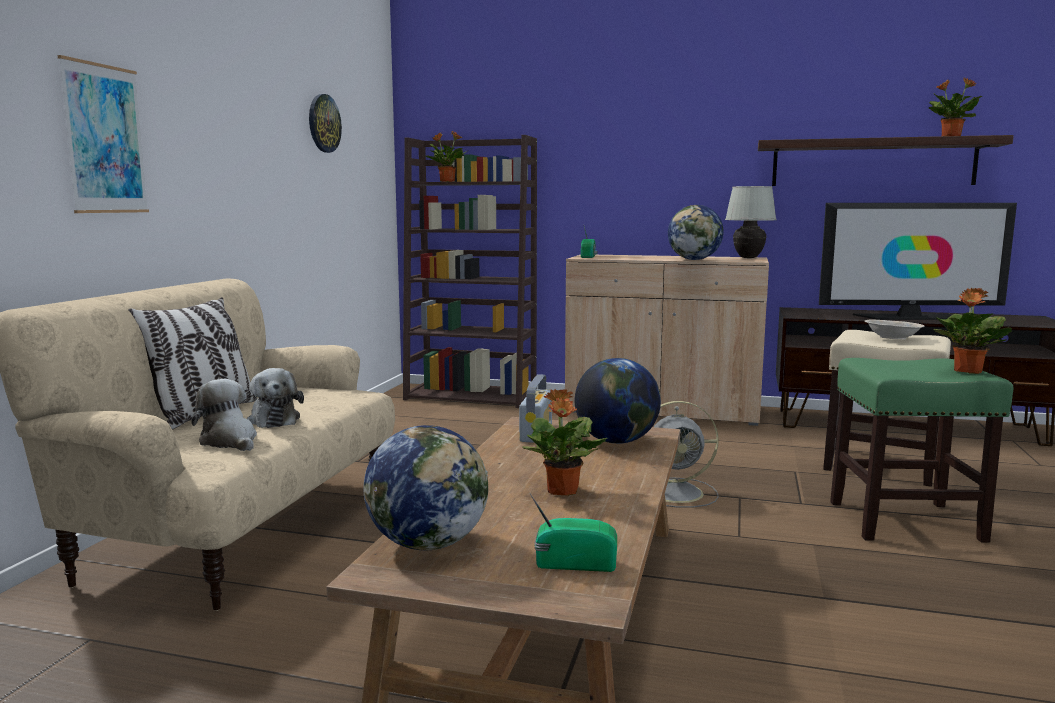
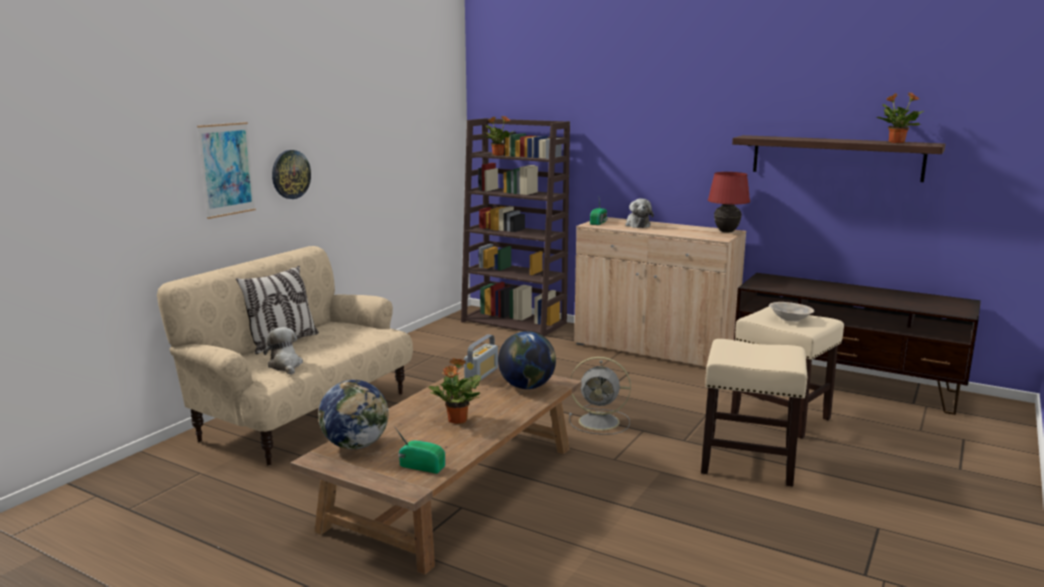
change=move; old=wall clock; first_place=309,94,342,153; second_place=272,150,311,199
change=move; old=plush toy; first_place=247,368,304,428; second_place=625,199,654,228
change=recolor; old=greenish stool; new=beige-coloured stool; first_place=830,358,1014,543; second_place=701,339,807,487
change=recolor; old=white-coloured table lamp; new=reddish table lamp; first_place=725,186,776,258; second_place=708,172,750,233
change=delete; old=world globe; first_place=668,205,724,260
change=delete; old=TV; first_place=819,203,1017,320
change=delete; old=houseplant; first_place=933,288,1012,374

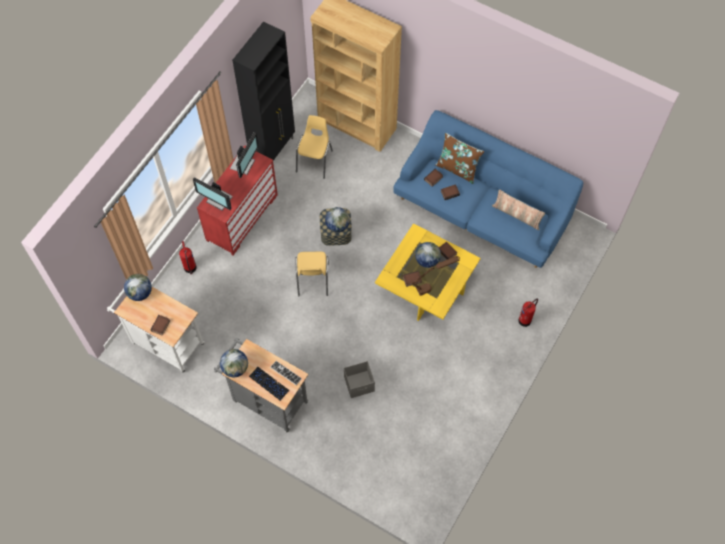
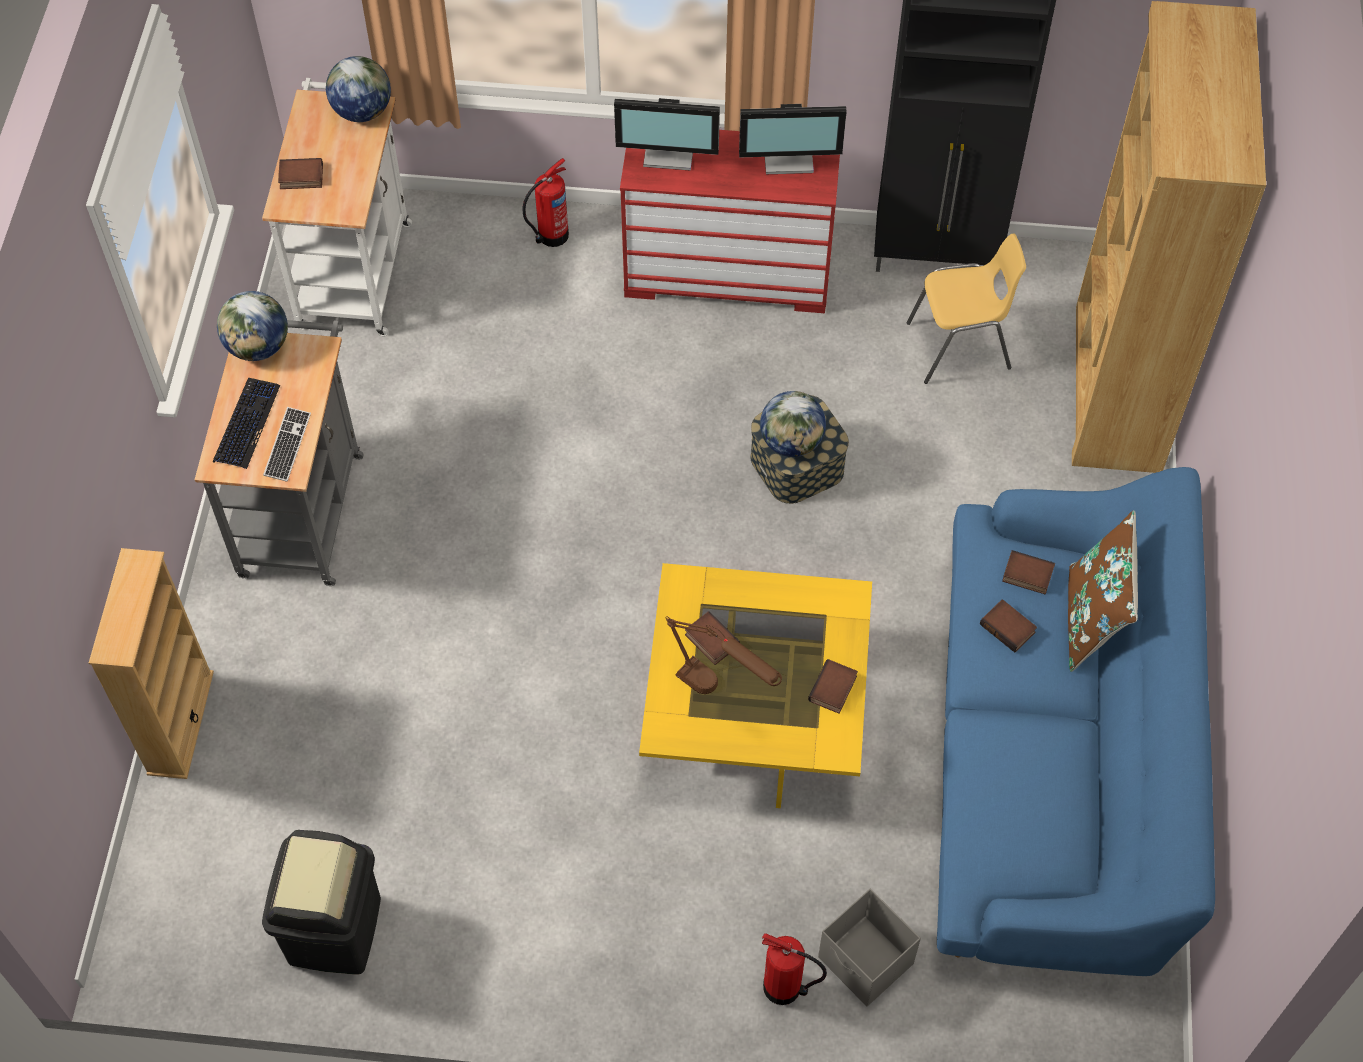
change=insert; new=beige-coloured shelving unit; second_place=89,548,214,779
change=insert; new=black-coloured trash can; second_place=262,830,381,975
change=rotate; old=monitor; first_place=193,177,233,210; second_place=614,98,720,171; degrees=-90
change=move; old=gray storage container; first_place=344,361,375,398; second_place=818,889,921,1006
change=delete; old=yellowish plain chair; first_place=295,252,329,297
change=delete; old=world globe; first_place=415,242,441,268
change=delete; old=pillow; first_place=492,190,545,230

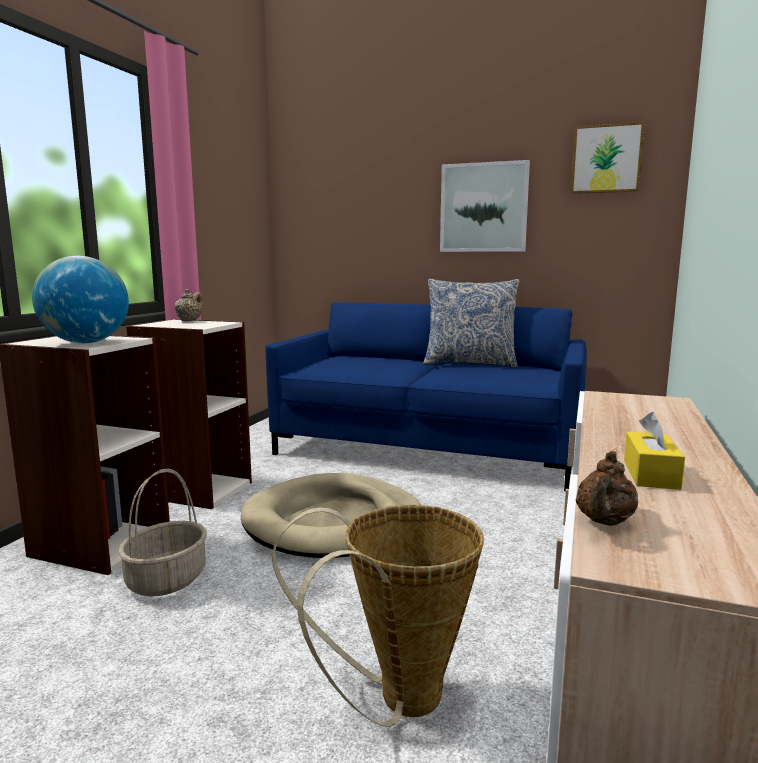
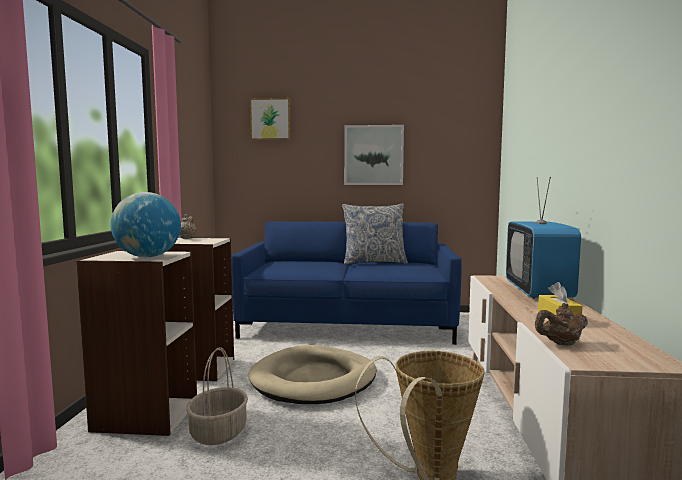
change=move; old=wall art; first_place=571,122,645,194; second_place=250,98,291,140
change=insert; new=TV; second_place=506,177,581,299
change=rotate; old=brown pot for tea; first_place=576,451,638,526; second_place=535,303,588,346; degrees=60

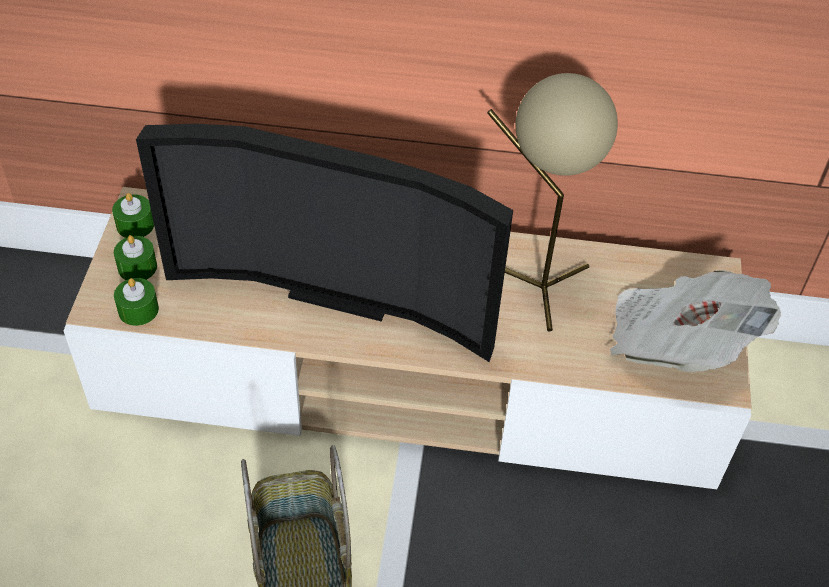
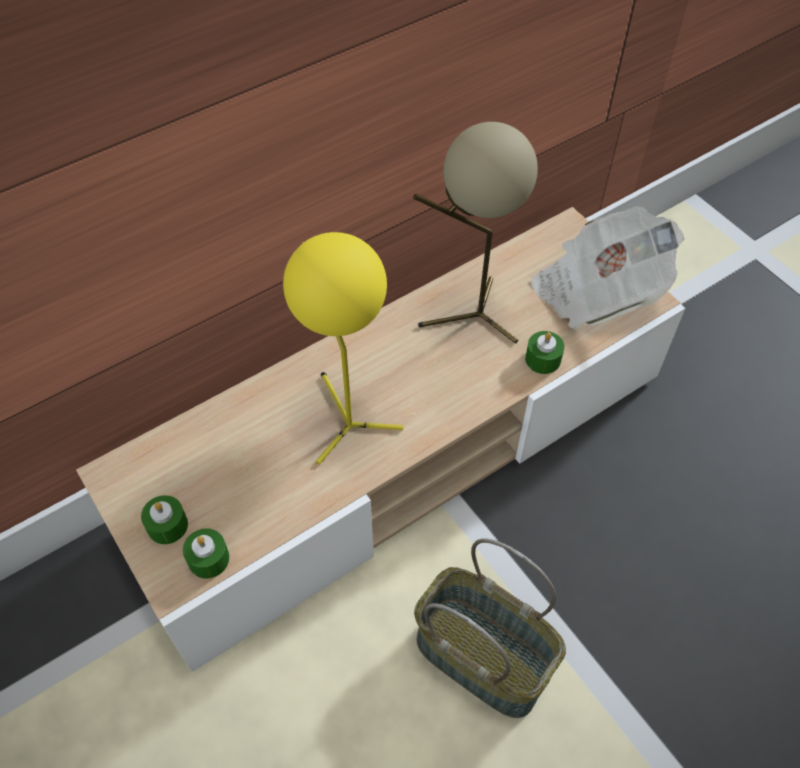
change=replace; old=TV; new=yellowish table lamp; first_place=136,124,513,362; second_place=283,232,403,465
change=move; old=greenish candle; first_place=112,193,154,238; second_place=525,331,564,374

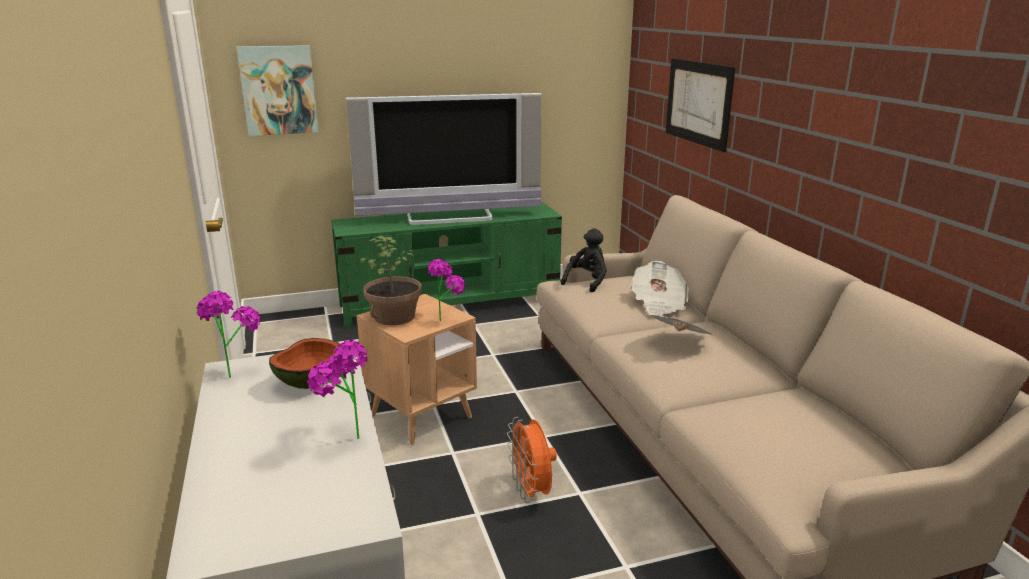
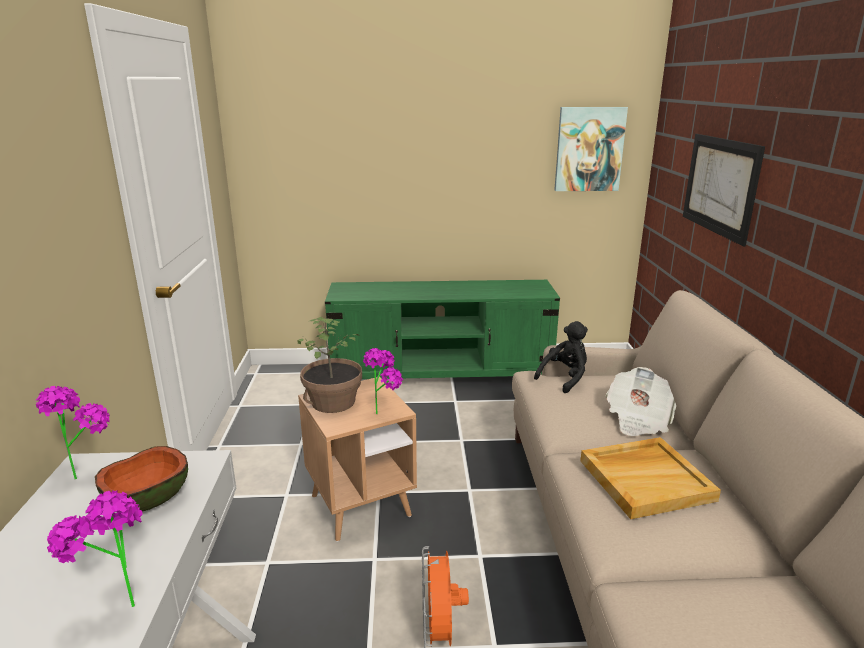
change=move; old=wall art; first_place=237,45,319,136; second_place=554,107,628,191
change=replace; old=newspaper; new=beige-coloured carrying tray; first_place=646,314,712,335; second_place=580,437,721,519
change=delete; old=TV; first_place=345,93,542,225

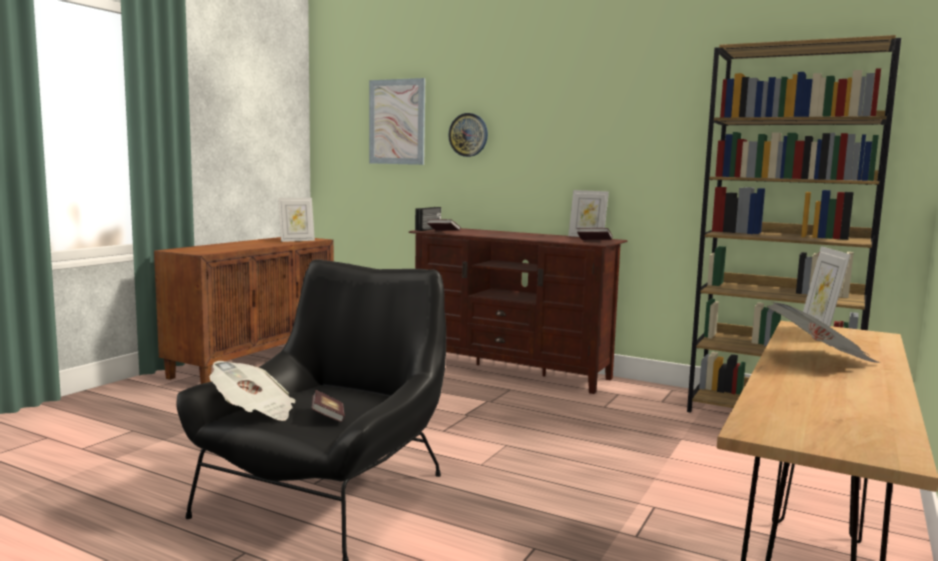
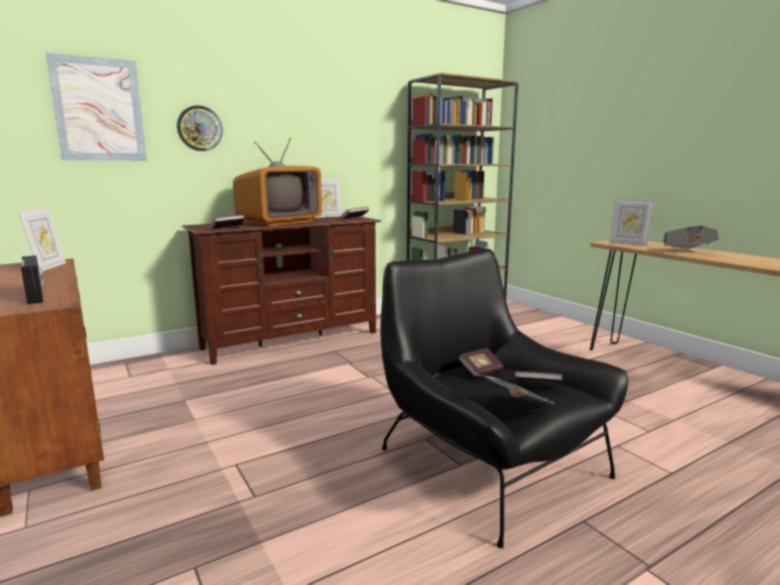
change=move; old=radio receiver; first_place=415,207,441,231; second_place=21,255,44,304
change=insert; new=TV; second_place=233,138,322,226
change=insert; new=bound book; second_place=458,348,503,377

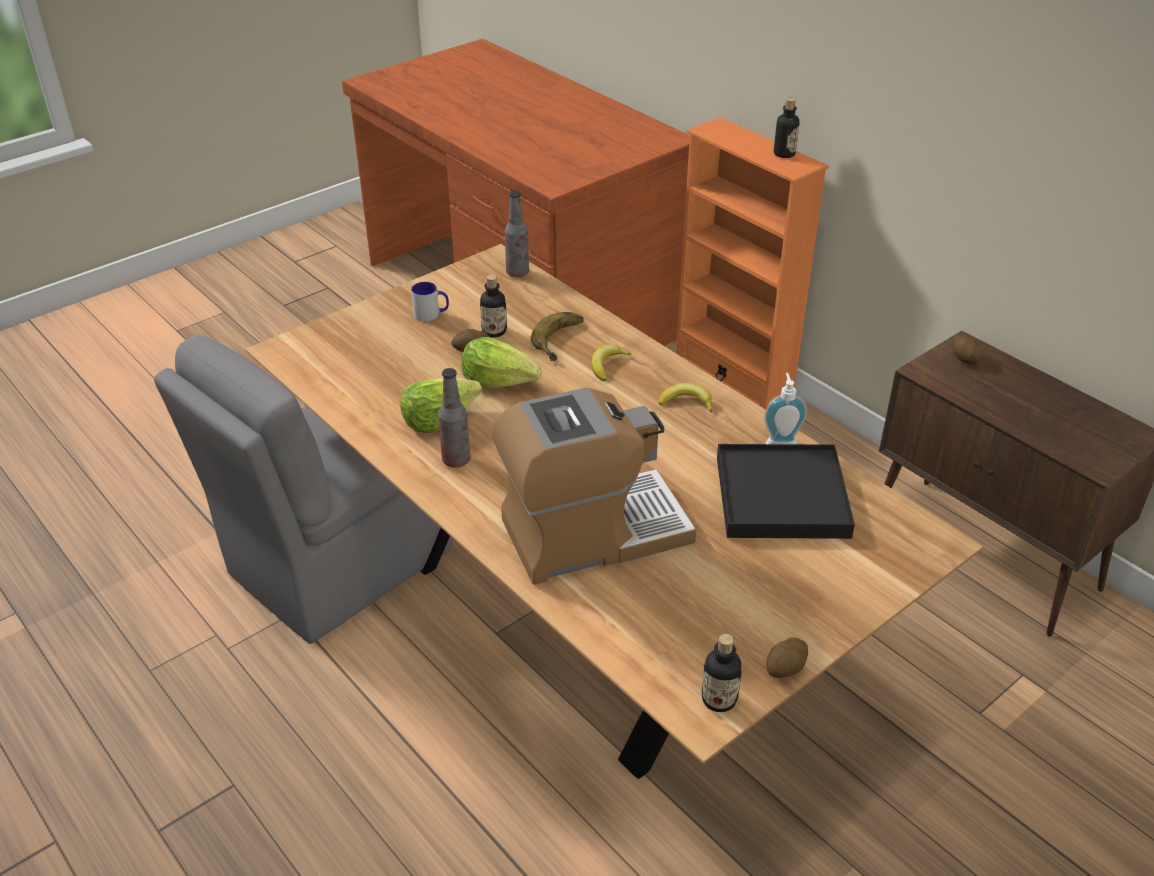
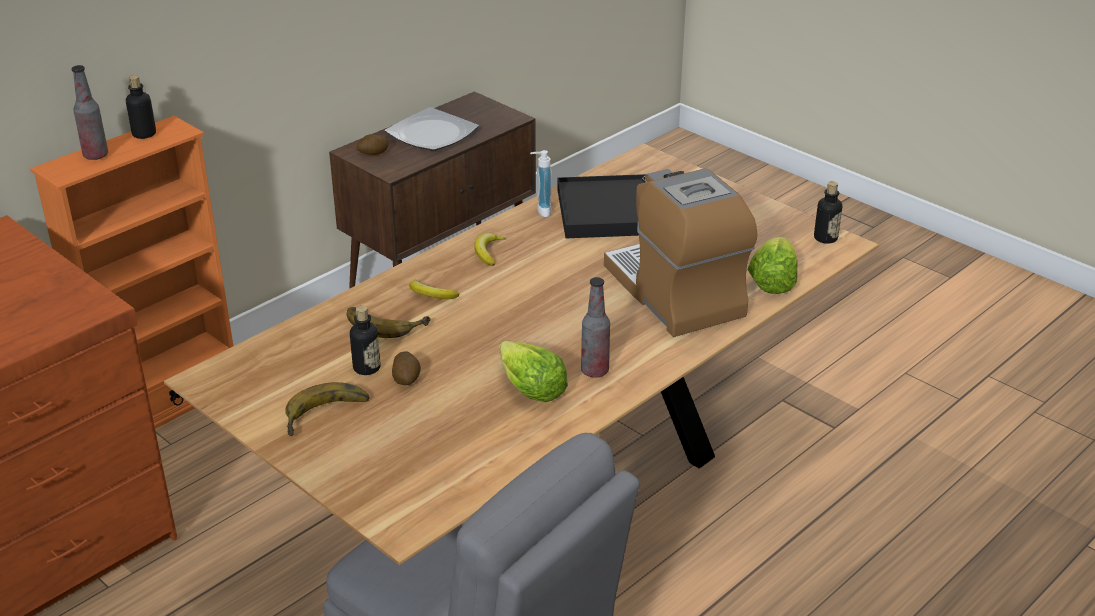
change=move; old=bottle; first_place=505,190,529,277; second_place=72,65,108,160
change=replace; old=tea mug; new=banana; first_place=411,282,449,322; second_place=285,382,370,436
change=insert; new=plate; second_place=385,107,479,151
change=move; old=head of lettuce; first_place=461,337,542,387; second_place=747,237,798,294
change=delete; old=potato; first_place=766,637,808,678

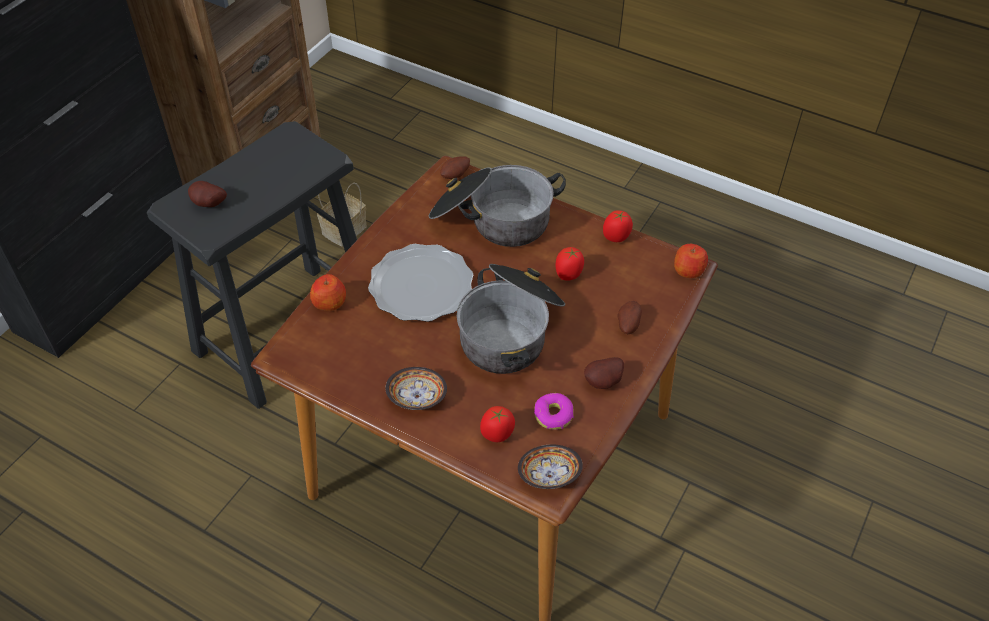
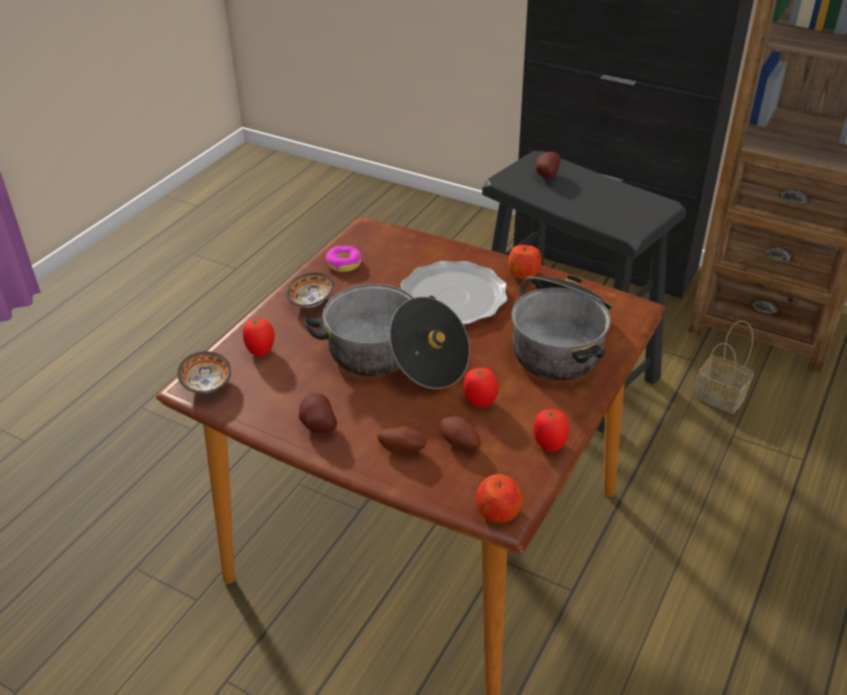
change=move; old=doughnut; first_place=534,393,574,430; second_place=326,246,361,272
change=move; old=potato; first_place=440,156,470,179; second_place=440,416,481,450
change=move; old=apple; first_place=310,274,346,311; second_place=508,244,542,279

